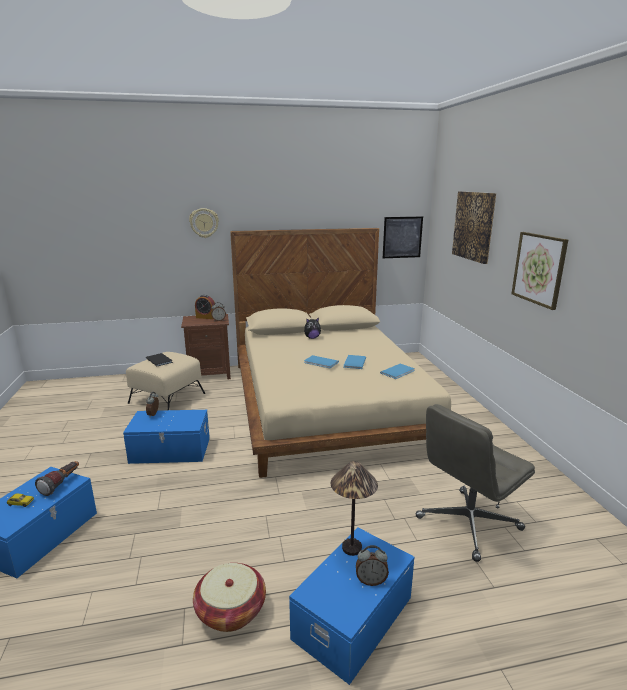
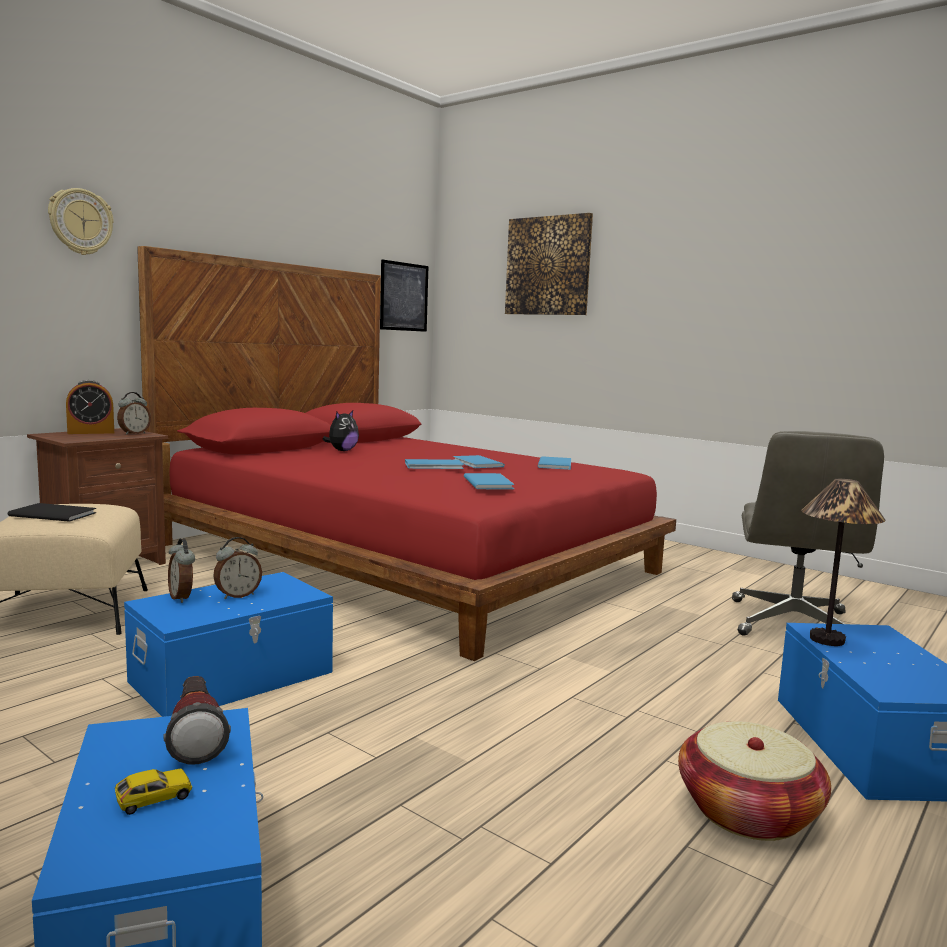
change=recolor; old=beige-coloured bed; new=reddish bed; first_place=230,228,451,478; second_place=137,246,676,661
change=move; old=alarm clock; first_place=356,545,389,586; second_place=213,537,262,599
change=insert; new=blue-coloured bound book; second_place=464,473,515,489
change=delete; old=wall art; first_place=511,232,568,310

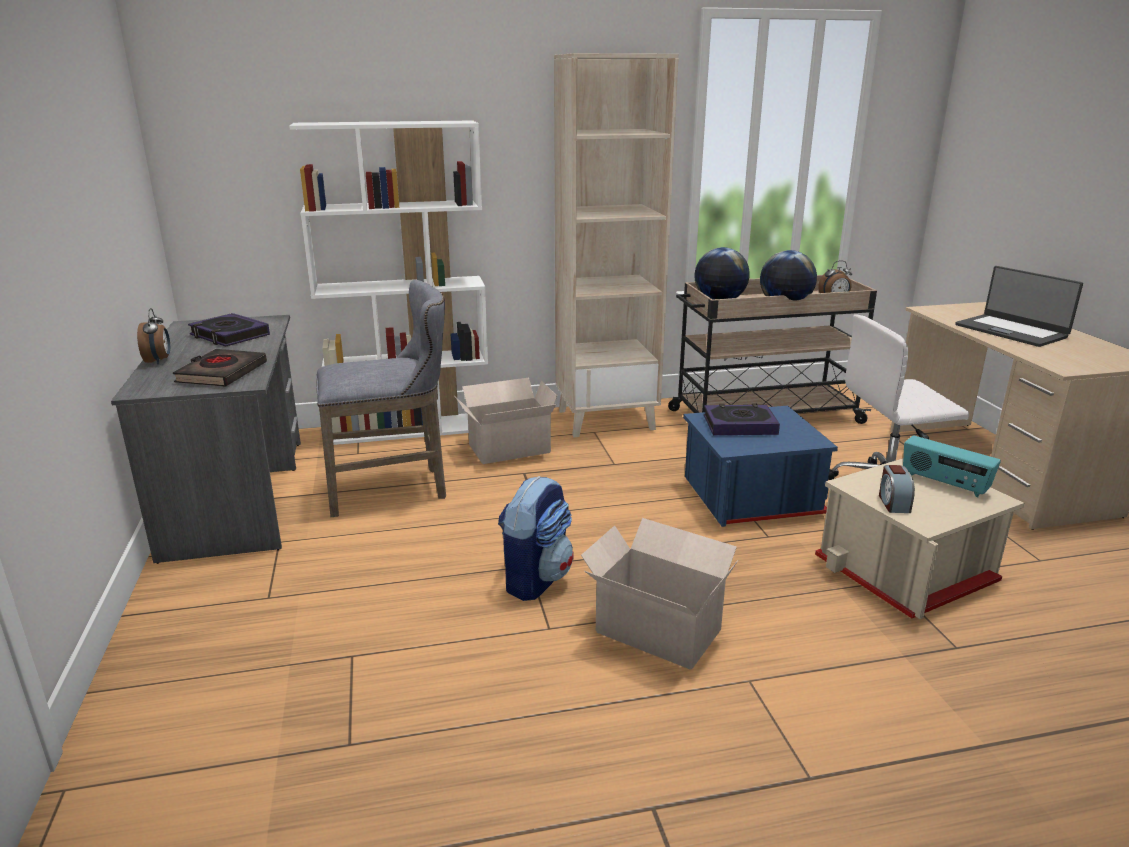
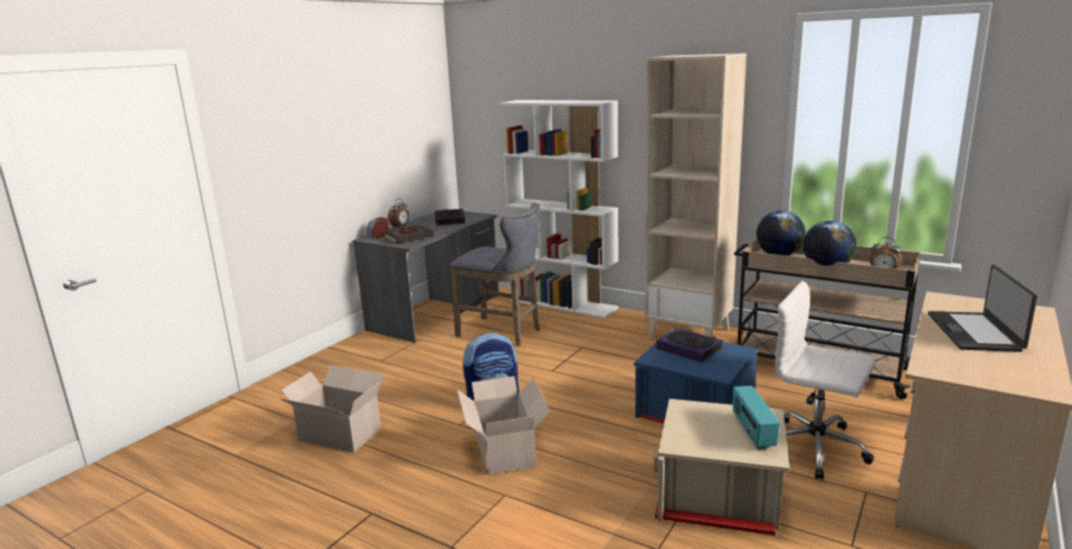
change=move; old=packing box; first_place=455,378,557,464; second_place=279,365,384,453
change=move; old=alarm clock; first_place=879,465,915,513; second_place=367,217,389,239

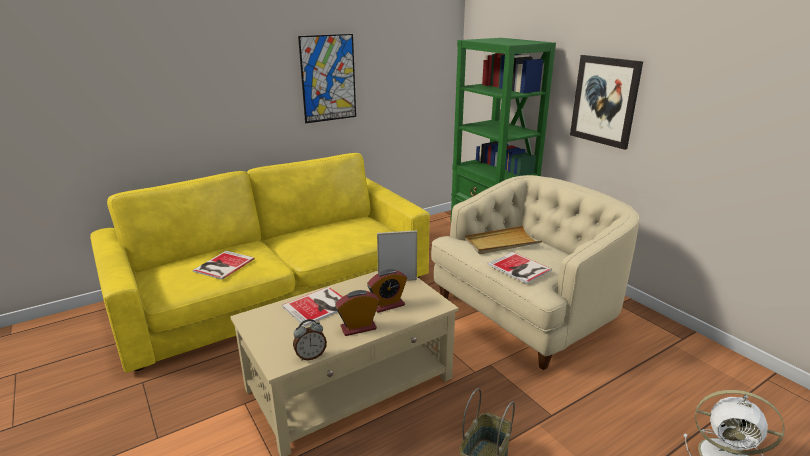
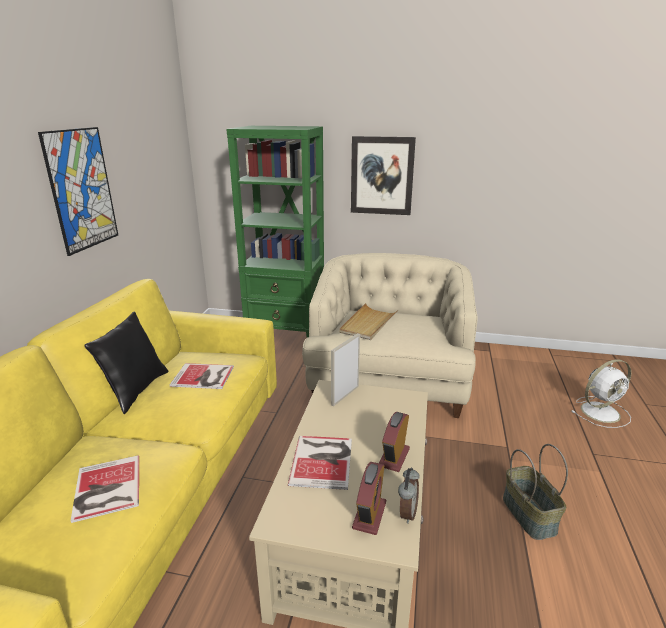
change=insert; new=black-coloured pillow; second_place=84,311,169,414
change=move; old=bound book; first_place=487,252,552,284; second_place=170,363,234,389
change=move; old=alarm clock; first_place=367,269,407,313; second_place=352,462,386,535

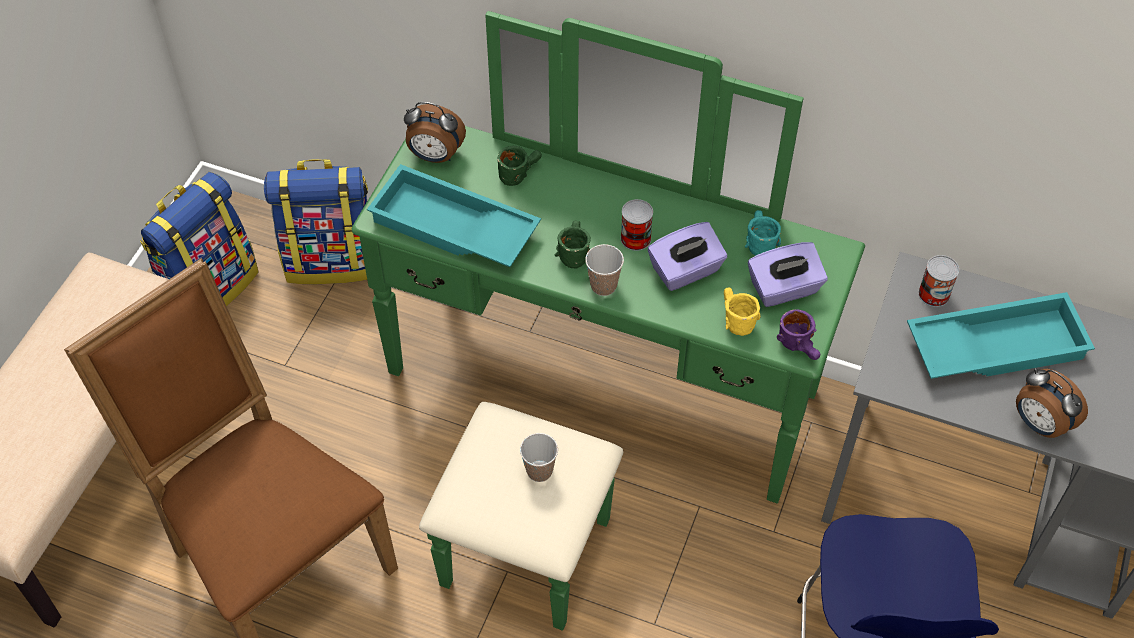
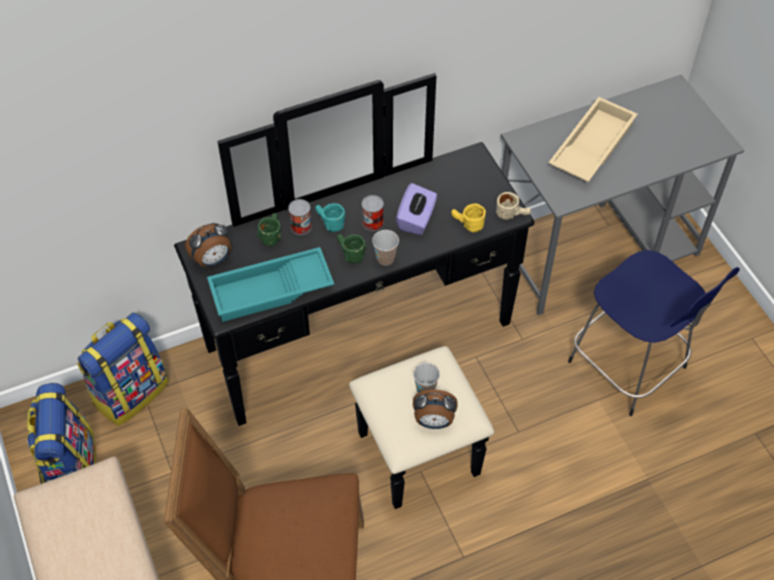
change=recolor; old=greenish dresser; new=black-coloured dresser; first_place=352,11,865,631; second_place=174,73,534,509
change=move; old=metal can; first_place=918,255,959,307; second_place=288,199,312,235
change=move; old=blue-green tea mug; first_place=745,210,781,256; second_place=315,203,345,232
change=move; old=alarm clock; first_place=1016,368,1088,438; second_place=413,390,458,429
change=recolor; old=purplish tea mug; new=beige-coloured tea mug; first_place=777,309,820,360; second_place=496,192,531,220
change=recolor; old=blue-green carrying tray; new=beige-coloured carrying tray; first_place=907,292,1095,379; second_place=549,97,638,182
change=delete; old=purplish tissue box; first_place=748,242,828,307

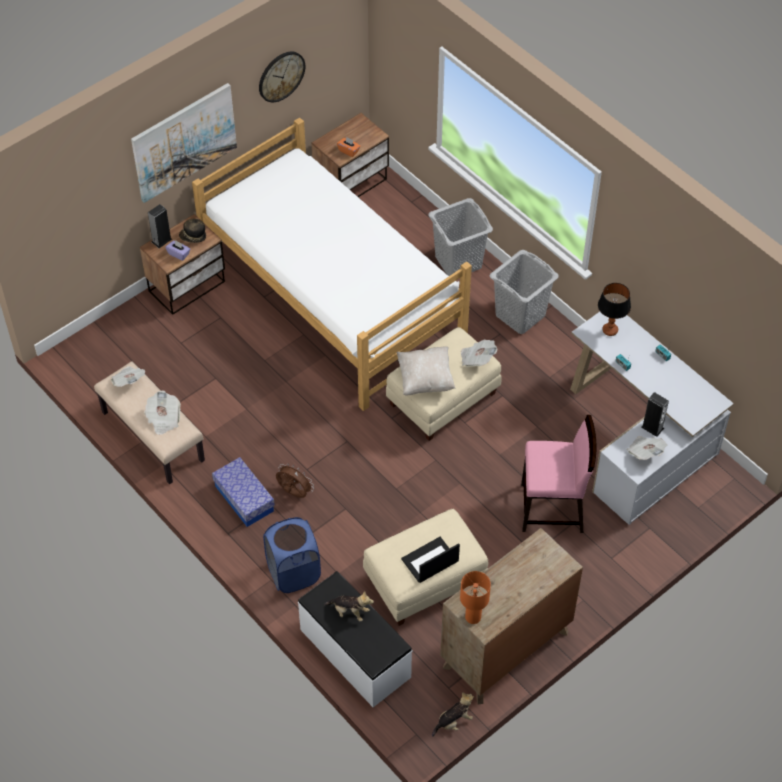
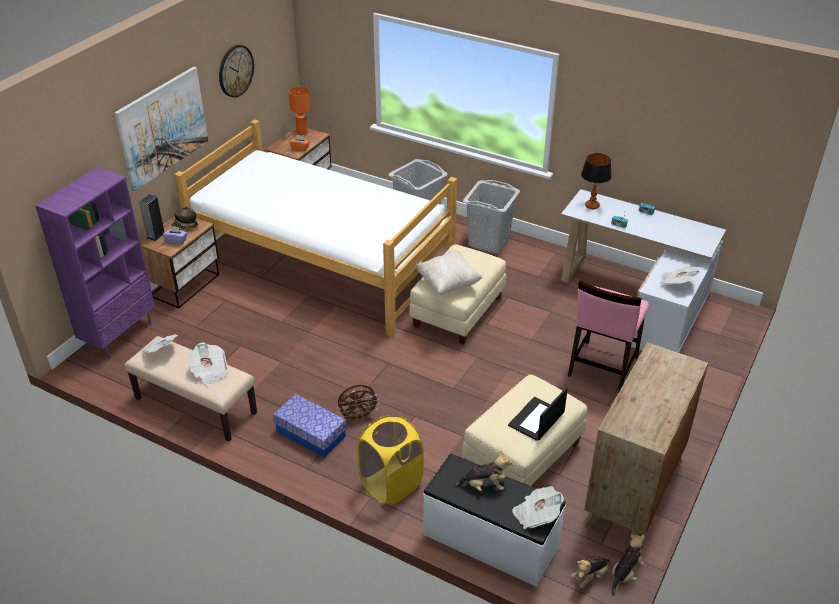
change=insert; new=purplish shelving unit; second_place=35,167,155,359
change=move; old=orange table lamp; first_place=460,571,491,624; second_place=289,86,310,135
change=rotate; old=brown cooling fan; first_place=276,463,314,498; second_place=337,385,380,422; degrees=150
change=recolor; old=blue-coloured washing basket; new=yellowish washing basket; first_place=263,517,321,593; second_place=357,416,423,504
change=move; old=newspaper; first_place=461,340,497,366; second_place=512,486,564,529
change=rotate; old=pink-coloured plain chair; first_place=521,415,597,533; second_place=568,281,649,393; degrees=135
change=insert; new=plush toy; second_place=571,557,610,588
change=delete; old=loudspeaker; first_place=641,392,669,437

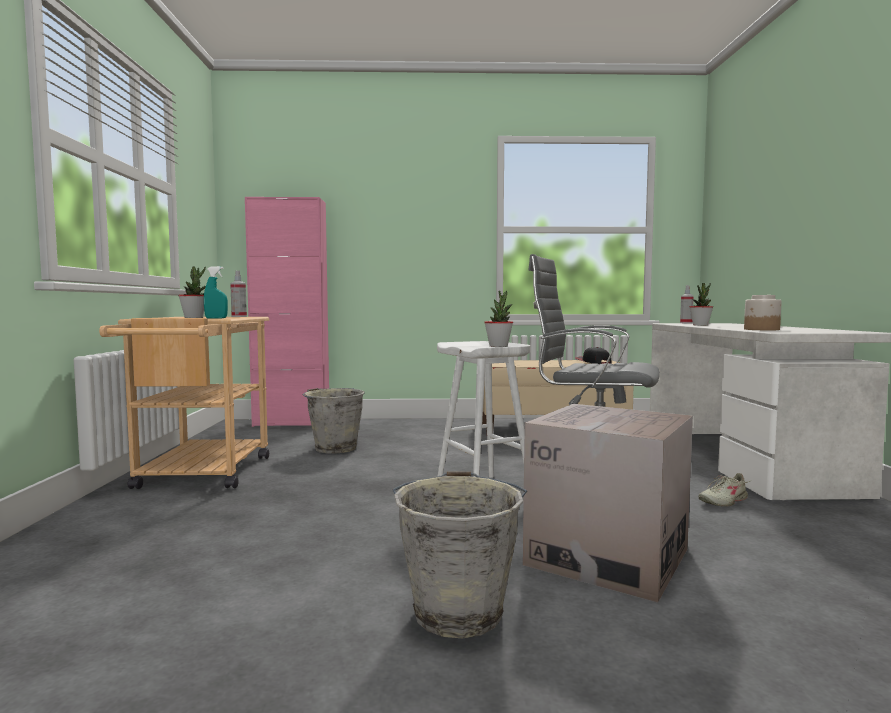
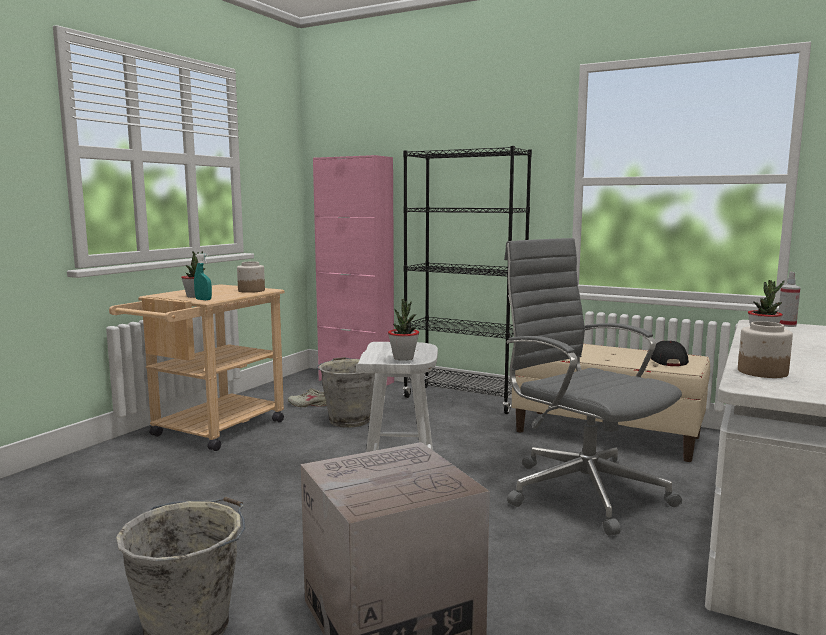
change=replace; old=spray bottle; new=preserve jar; first_place=230,270,247,317; second_place=237,261,265,293
change=move; old=beige-coloured shoe; first_place=698,473,750,507; second_place=288,388,327,407
change=insert; new=black-coloured shelving unit; second_place=403,146,532,414

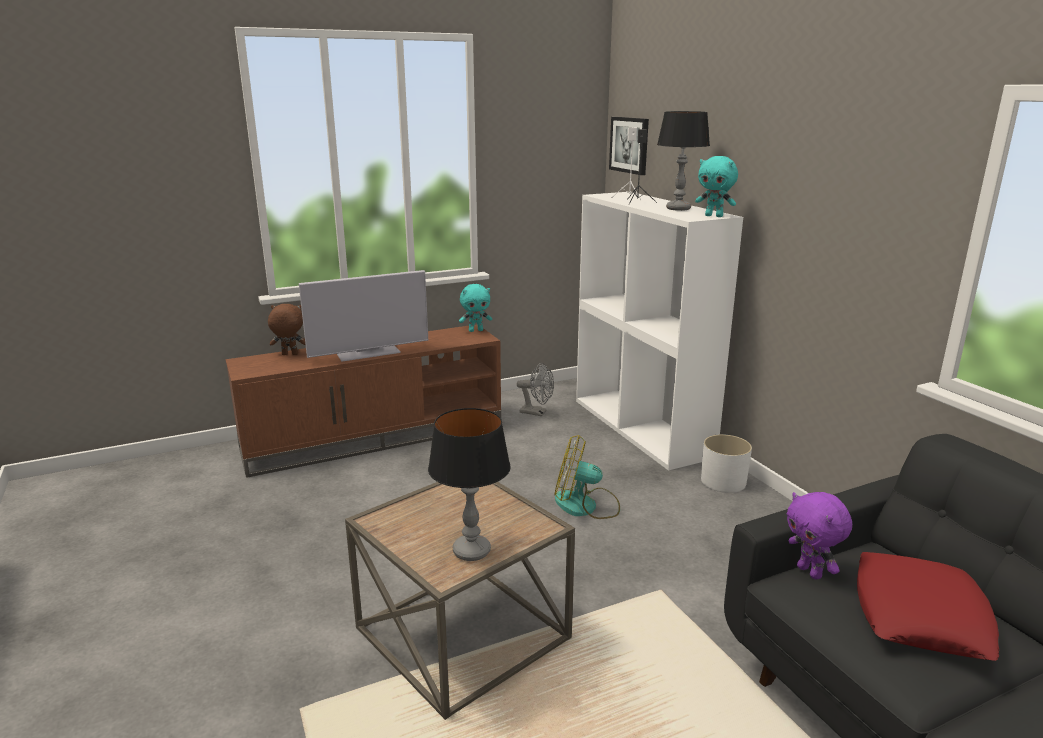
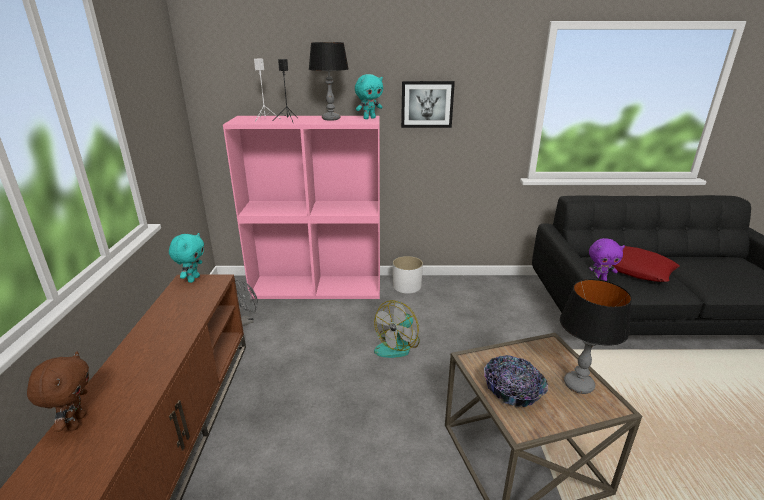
change=rotate; old=brown plush toy; first_place=268,304,305,355; second_place=27,351,89,432; degrees=150
change=recolor; old=white-coloured shelving unit; new=pink-coloured shelving unit; first_place=576,192,743,471; second_place=223,116,380,299
change=move; old=wall art; first_place=609,117,649,175; second_place=401,81,455,128
change=insert; new=bowl; second_place=484,355,548,407
change=delete; old=TV; first_place=299,270,428,362

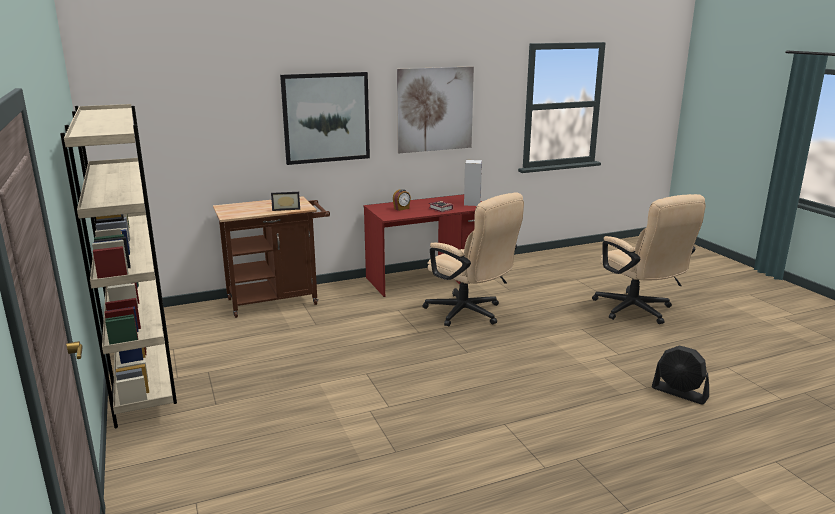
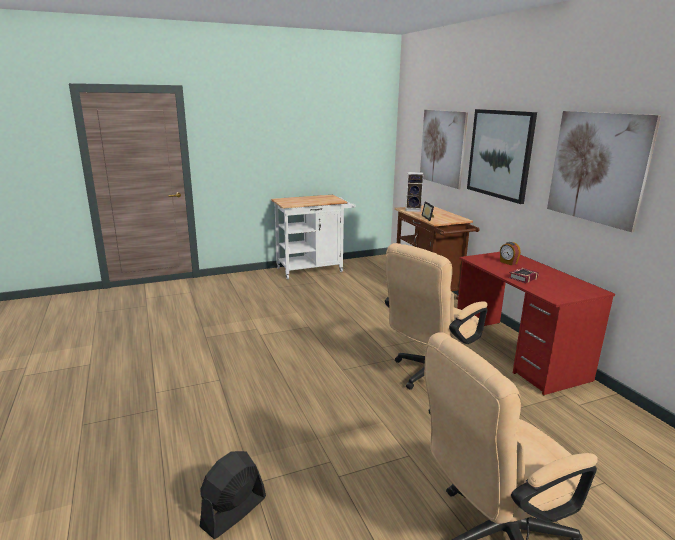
change=replace; old=beige-coloured shelving unit; new=white-coloured trolley; first_place=60,104,177,428; second_place=271,195,355,279
change=move; old=loudspeaker; first_place=464,160,482,206; second_place=406,172,424,212
change=insert; new=wall art; second_place=420,110,468,189

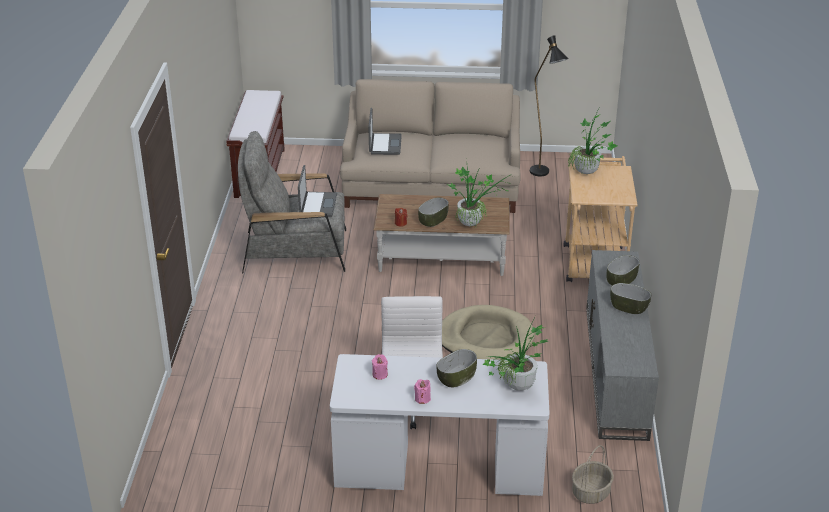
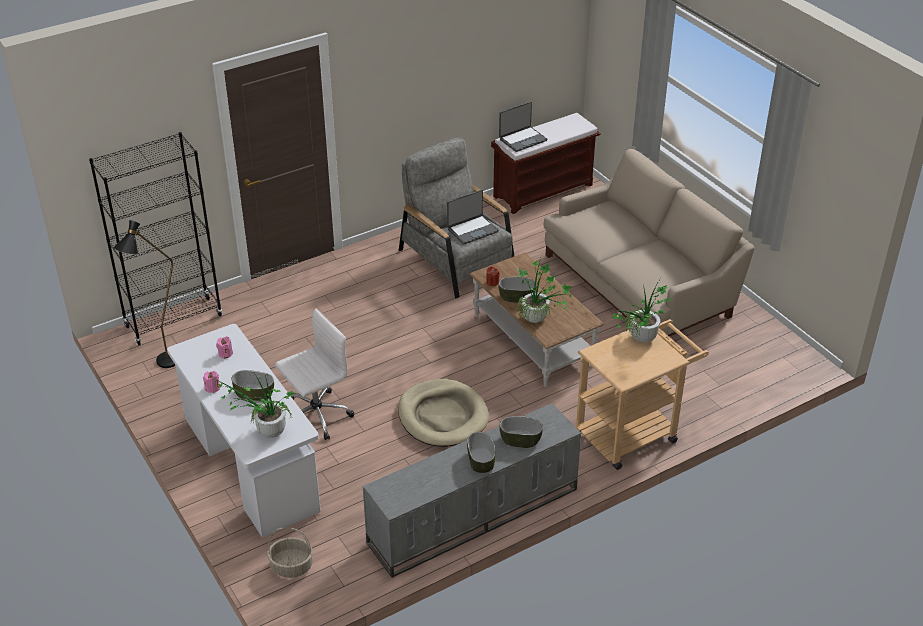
change=insert; new=black-coloured shelving unit; second_place=89,132,223,345
change=move; old=black-coloured standard lamp; first_place=530,35,569,176; second_place=113,220,175,368
change=move; old=laptop; first_place=368,108,402,155; second_place=499,101,548,152

